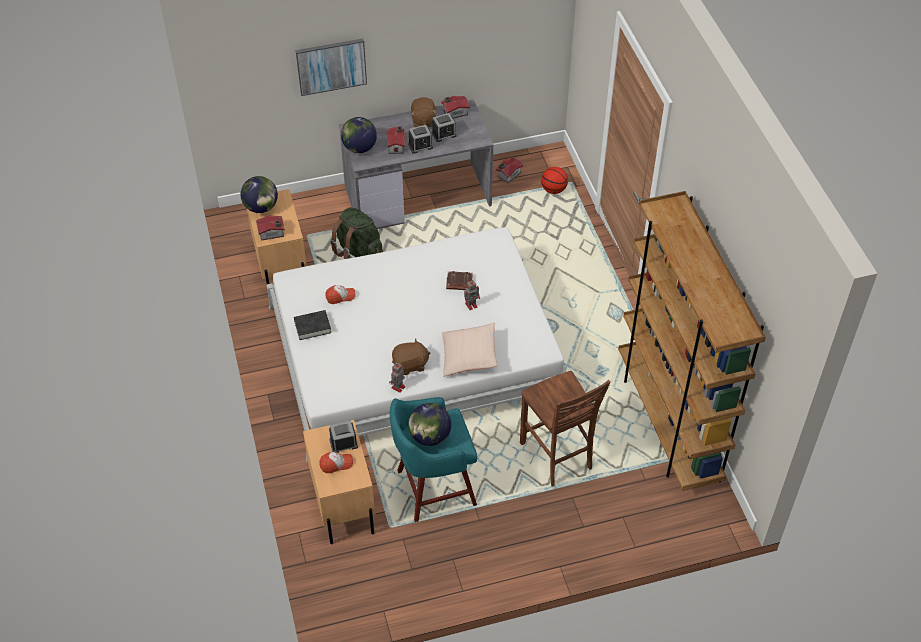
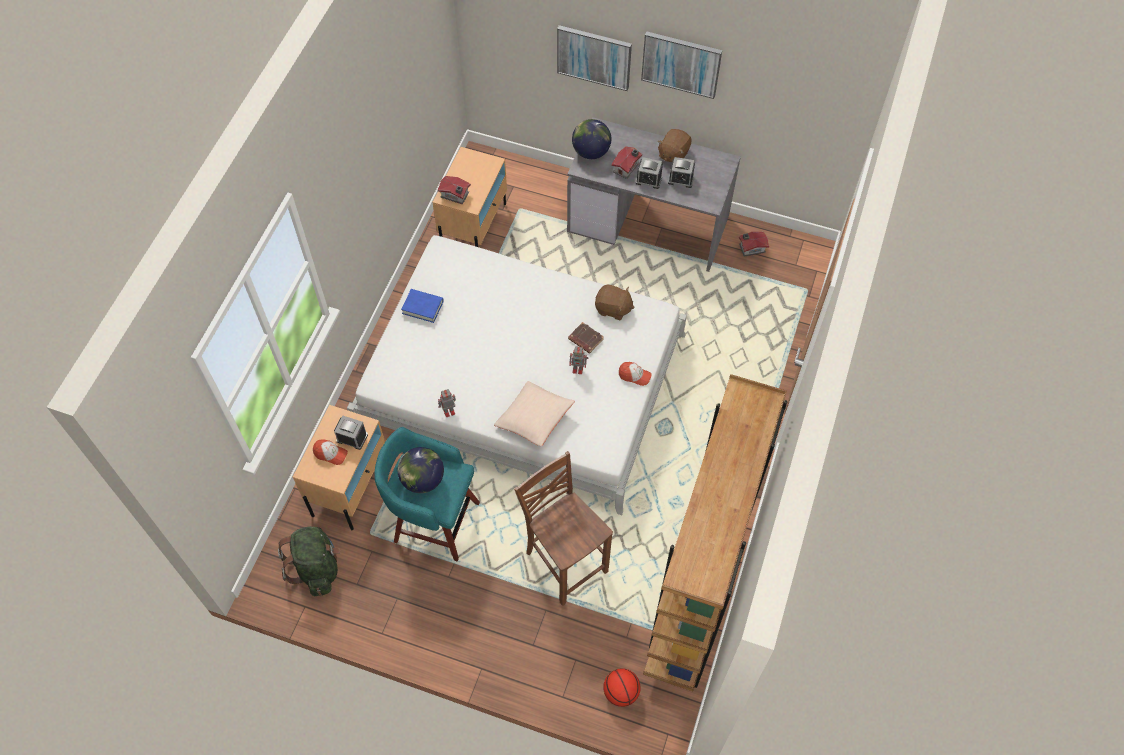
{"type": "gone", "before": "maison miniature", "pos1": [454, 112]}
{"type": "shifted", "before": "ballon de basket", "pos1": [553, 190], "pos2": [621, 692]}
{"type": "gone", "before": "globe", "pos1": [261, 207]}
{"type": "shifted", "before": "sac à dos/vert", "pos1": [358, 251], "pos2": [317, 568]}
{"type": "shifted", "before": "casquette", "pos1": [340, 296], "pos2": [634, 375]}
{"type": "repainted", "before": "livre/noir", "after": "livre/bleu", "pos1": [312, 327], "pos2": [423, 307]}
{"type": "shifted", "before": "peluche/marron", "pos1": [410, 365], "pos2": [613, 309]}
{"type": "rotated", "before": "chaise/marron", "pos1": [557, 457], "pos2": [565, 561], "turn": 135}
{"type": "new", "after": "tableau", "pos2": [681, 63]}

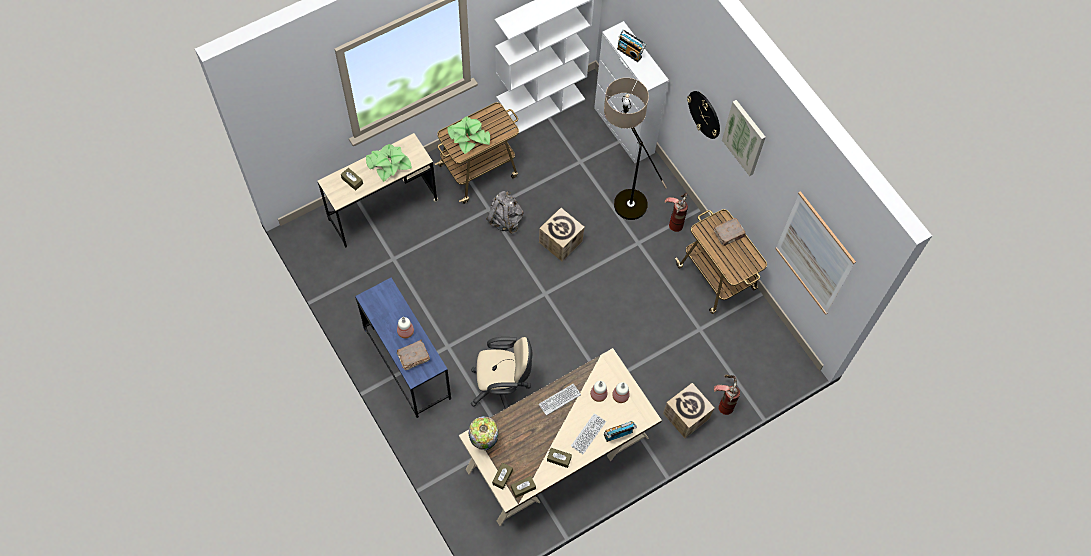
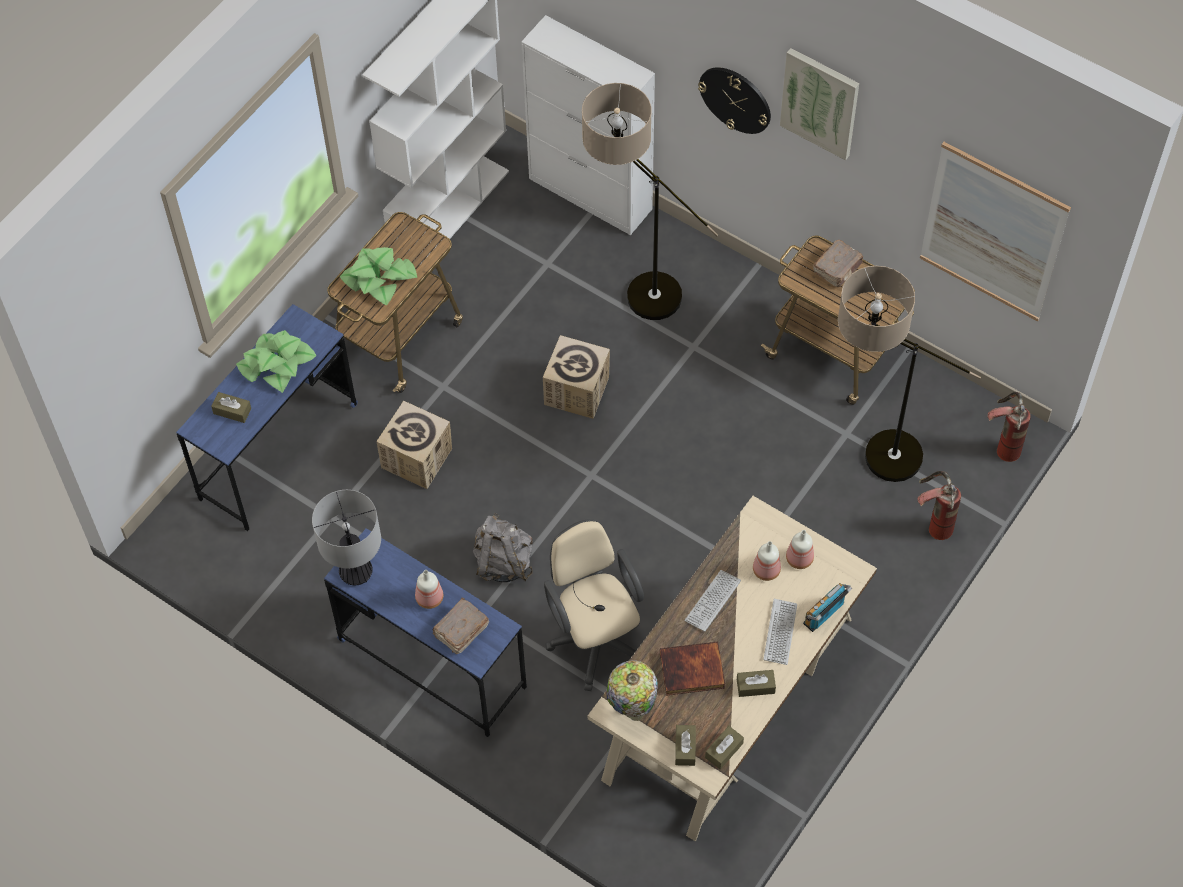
{"type": "gone", "before": "radio", "pos1": [630, 52]}
{"type": "repainted", "before": "bureau/beige", "after": "bureau/bleu", "pos1": [383, 210], "pos2": [278, 451]}
{"type": "shifted", "before": "sac à dos/gris", "pos1": [505, 219], "pos2": [503, 562]}
{"type": "shifted", "before": "extincteur", "pos1": [675, 220], "pos2": [1003, 443]}
{"type": "rotated", "before": "chaise de bureau/beige", "pos1": [502, 387], "pos2": [595, 637], "turn": -90}
{"type": "shifted", "before": "carton", "pos1": [686, 416], "pos2": [417, 458]}
{"type": "new", "after": "lampadaire", "pos2": [870, 456]}
{"type": "new", "after": "lampe de table", "pos2": [356, 573]}
{"type": "new", "after": "livre", "pos2": [691, 671]}

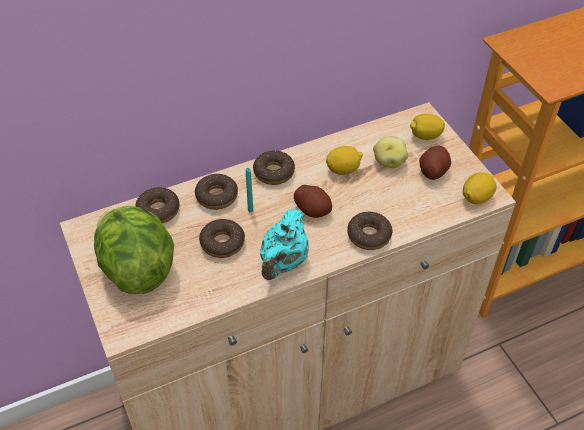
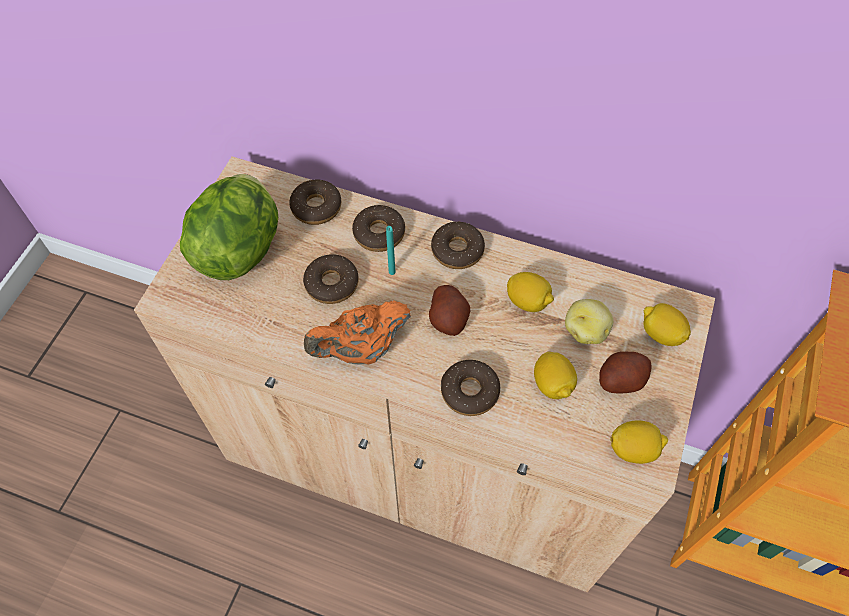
{"type": "repainted", "before": "théière/turquoise", "after": "théière/orange", "pos1": [284, 262], "pos2": [361, 349]}
{"type": "new", "after": "citron", "pos2": [552, 384]}

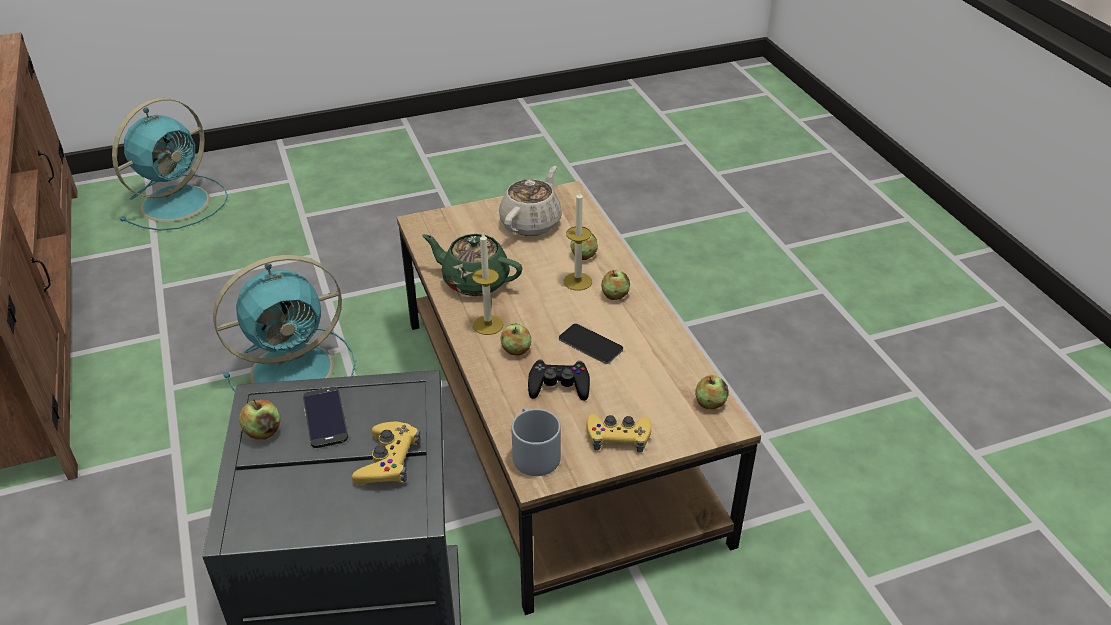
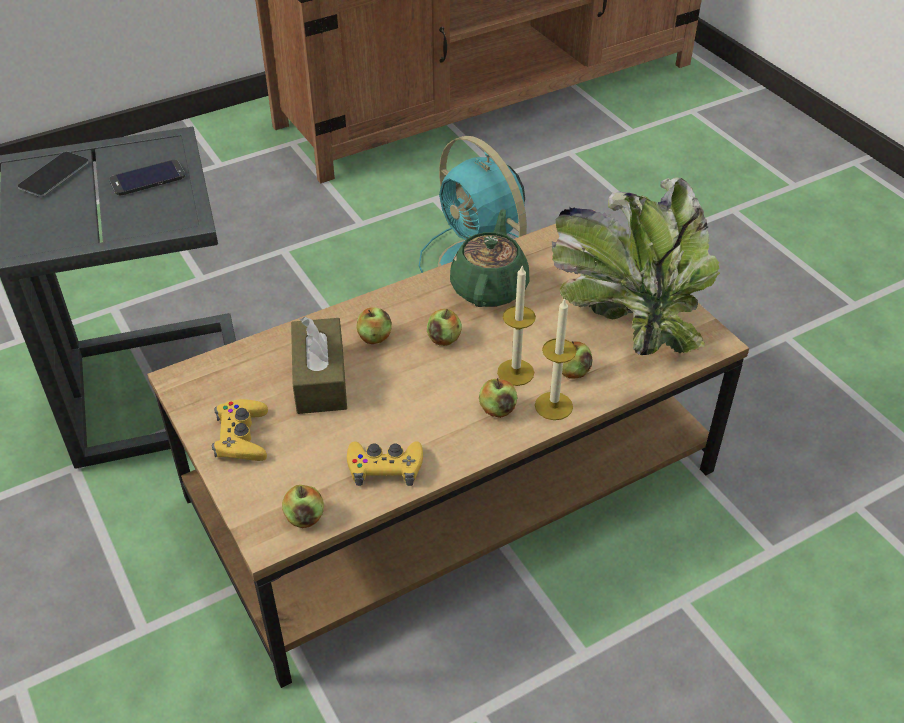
{"type": "gone", "before": "ventilateur/turquoise", "pos1": [178, 202]}
{"type": "swapped", "before": "théière/beige", "after": "plante en pot", "pos1": [531, 223], "pos2": [625, 316]}
{"type": "shifted", "before": "bougie", "pos1": [488, 325], "pos2": [553, 406]}
{"type": "shifted", "before": "téléphone", "pos1": [590, 344], "pos2": [54, 175]}
{"type": "swapped", "before": "manette/noir", "after": "boîte à mouchoirs/marron", "pos1": [559, 385], "pos2": [320, 379]}
{"type": "shifted", "before": "pomme", "pos1": [263, 432], "pos2": [444, 339]}
{"type": "gone", "before": "mug/gris", "pos1": [533, 452]}
{"type": "shifted", "before": "manette/jaune", "pos1": [388, 460], "pos2": [385, 467]}

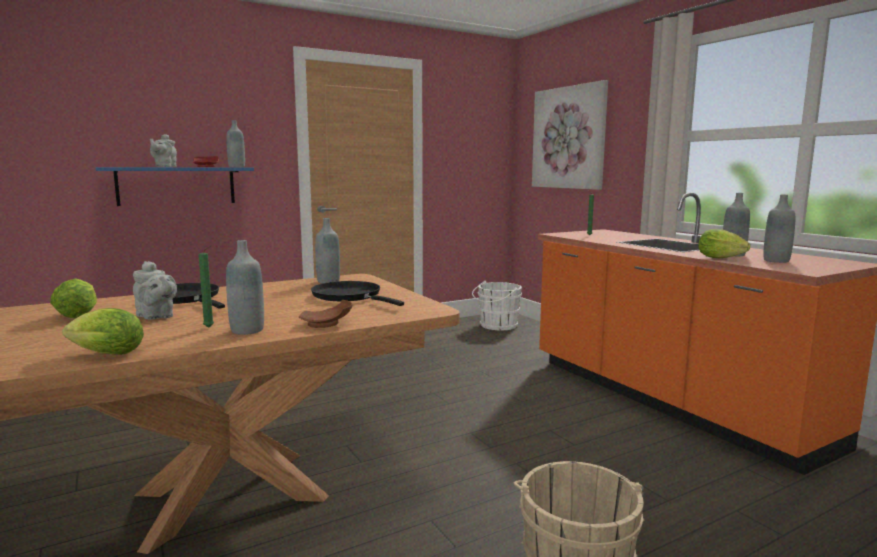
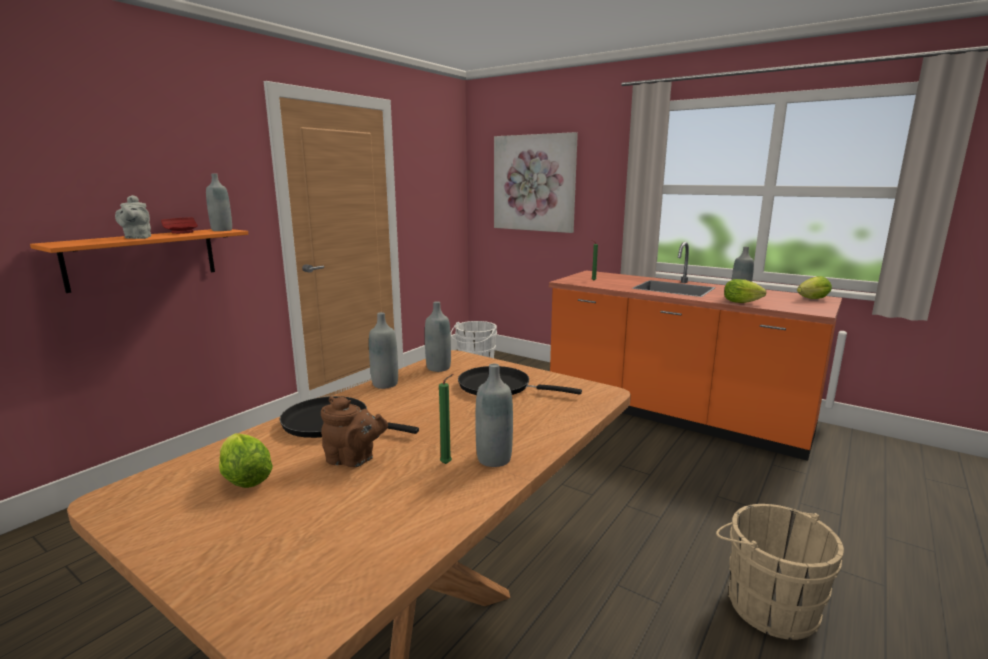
{"type": "repainted", "before": "étagère/bleu", "after": "étagère/orange", "pos1": [176, 186], "pos2": [143, 258]}
{"type": "shifted", "before": "bouteille/gris", "pos1": [776, 261], "pos2": [385, 384]}
{"type": "repainted", "before": "théière/gris", "after": "théière/marron", "pos1": [156, 316], "pos2": [353, 460]}
{"type": "gone", "before": "assiette/marron", "pos1": [327, 324]}
{"type": "shifted", "before": "laitue", "pos1": [103, 354], "pos2": [811, 299]}

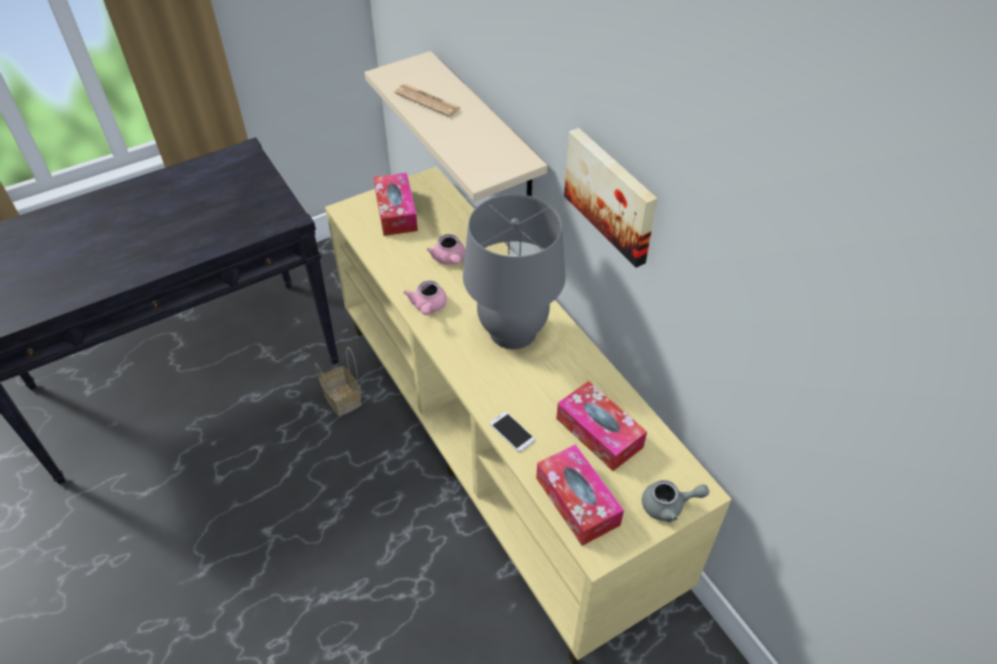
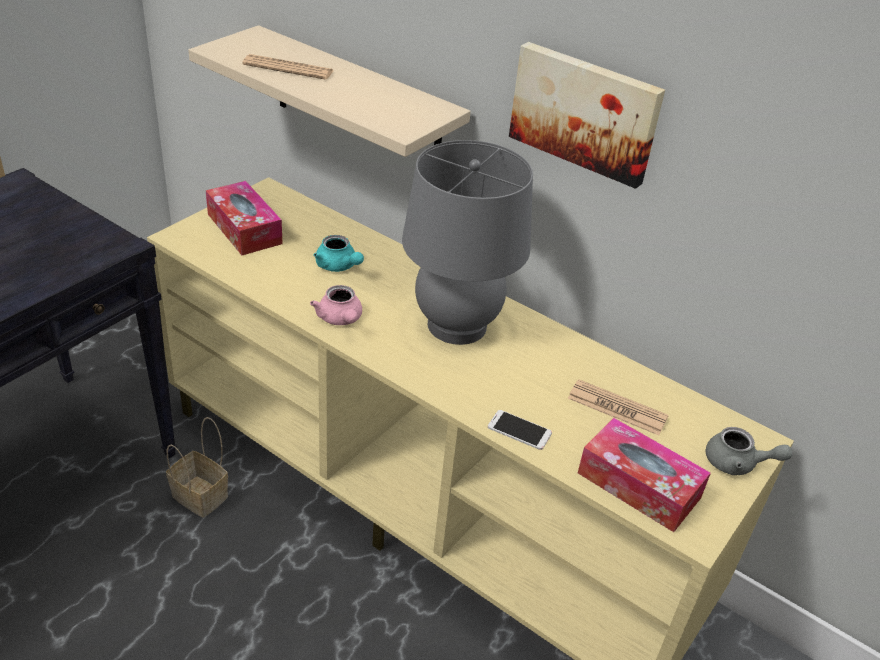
{"type": "repainted", "before": "théière/rose", "after": "théière/turquoise", "pos1": [449, 259], "pos2": [338, 266]}
{"type": "swapped", "before": "boîte à mouchoirs", "after": "journal", "pos1": [599, 433], "pos2": [617, 408]}
{"type": "rotated", "before": "théière/gris", "pos1": [669, 506], "pos2": [737, 464], "turn": 45}

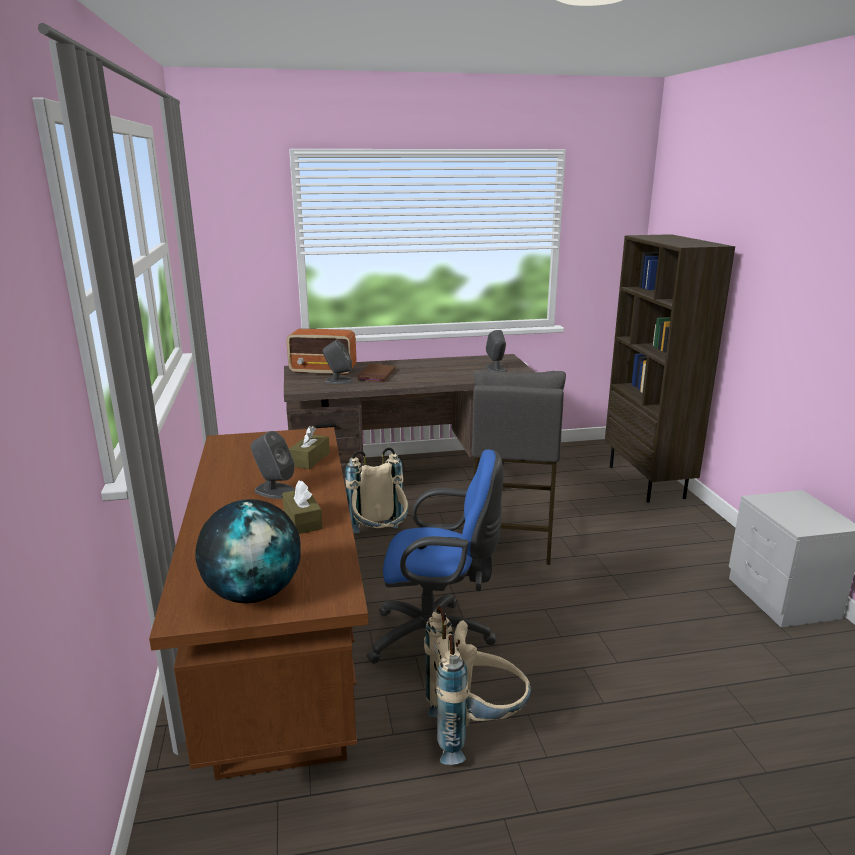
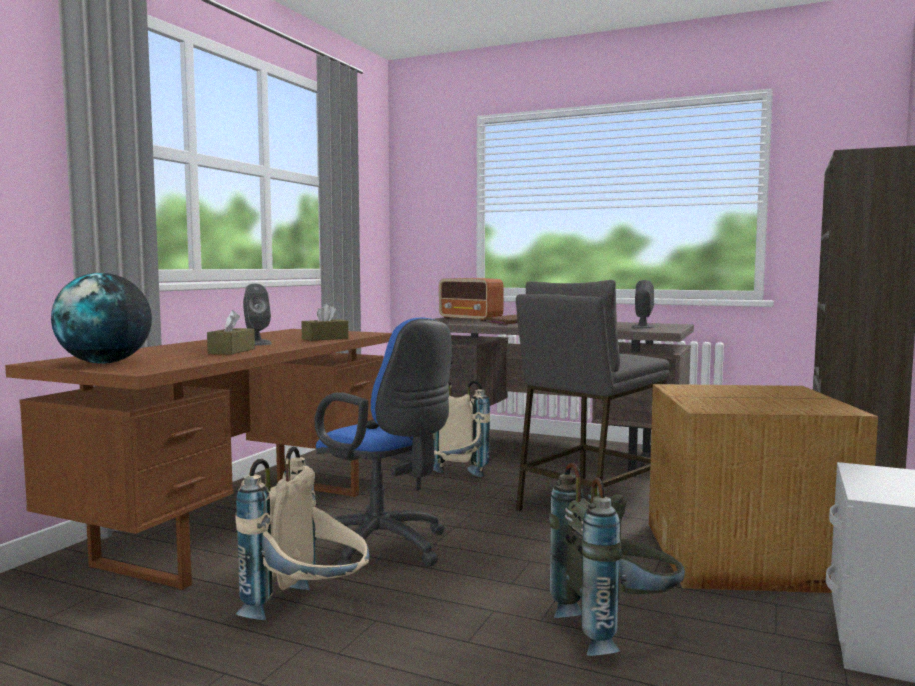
{"type": "gone", "before": "enceinte/gris", "pos1": [338, 381]}
{"type": "new", "after": "carton", "pos2": [748, 556]}
{"type": "new", "after": "sac à dos/gris", "pos2": [616, 630]}

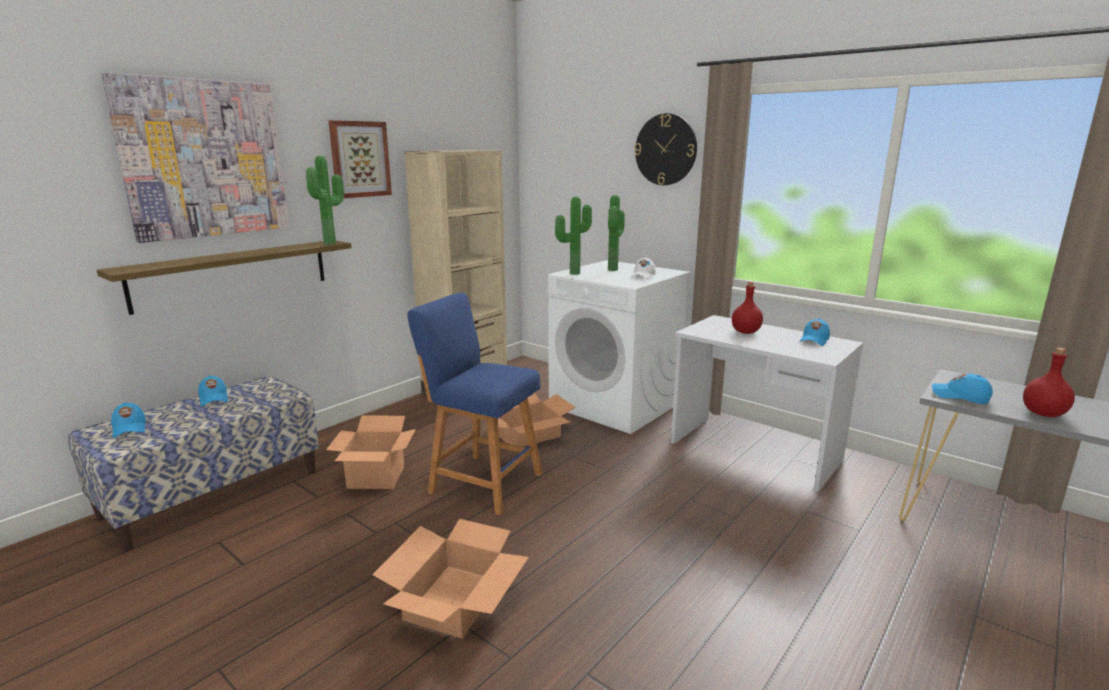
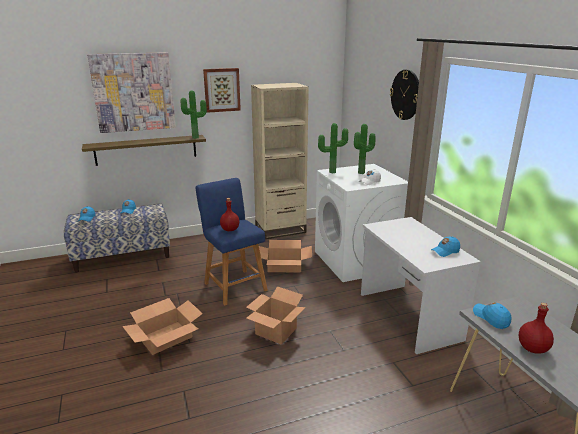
{"type": "shifted", "before": "bouteille/rouge", "pos1": [745, 332], "pos2": [230, 229]}
{"type": "shifted", "before": "carton", "pos1": [377, 477], "pos2": [276, 331]}

